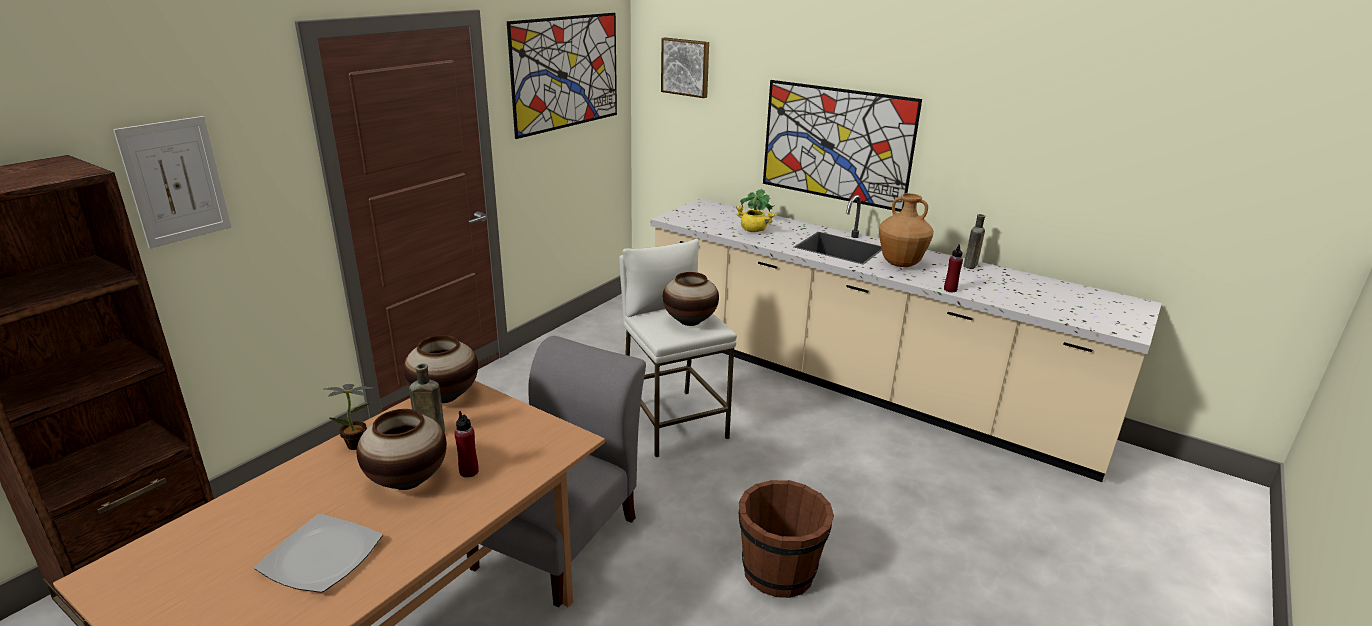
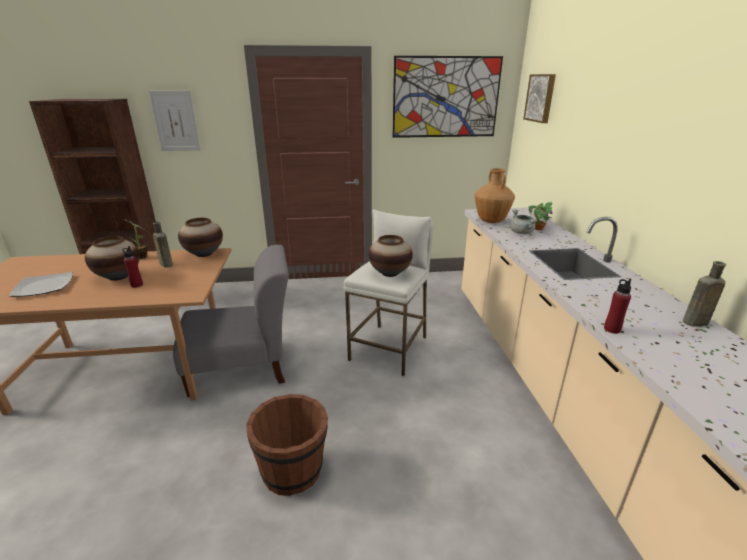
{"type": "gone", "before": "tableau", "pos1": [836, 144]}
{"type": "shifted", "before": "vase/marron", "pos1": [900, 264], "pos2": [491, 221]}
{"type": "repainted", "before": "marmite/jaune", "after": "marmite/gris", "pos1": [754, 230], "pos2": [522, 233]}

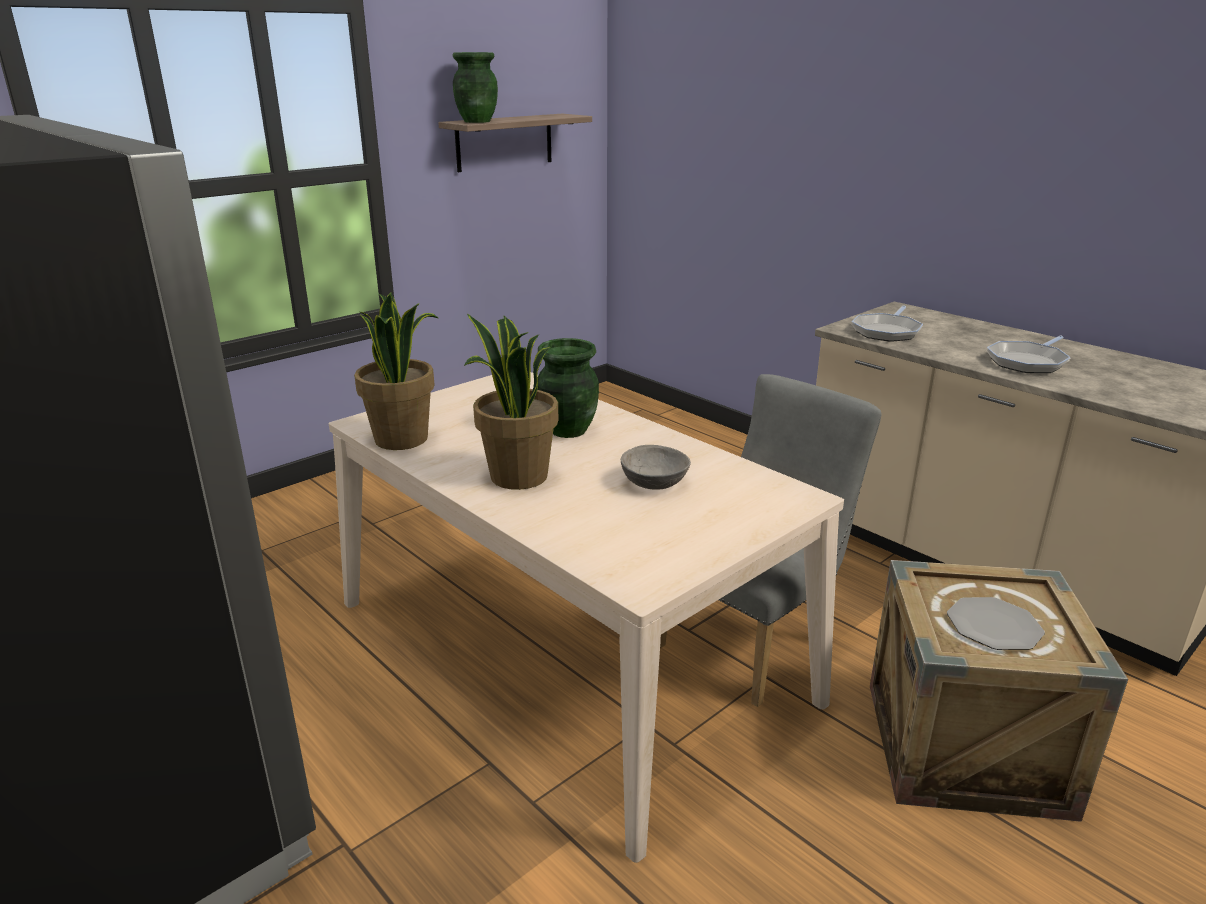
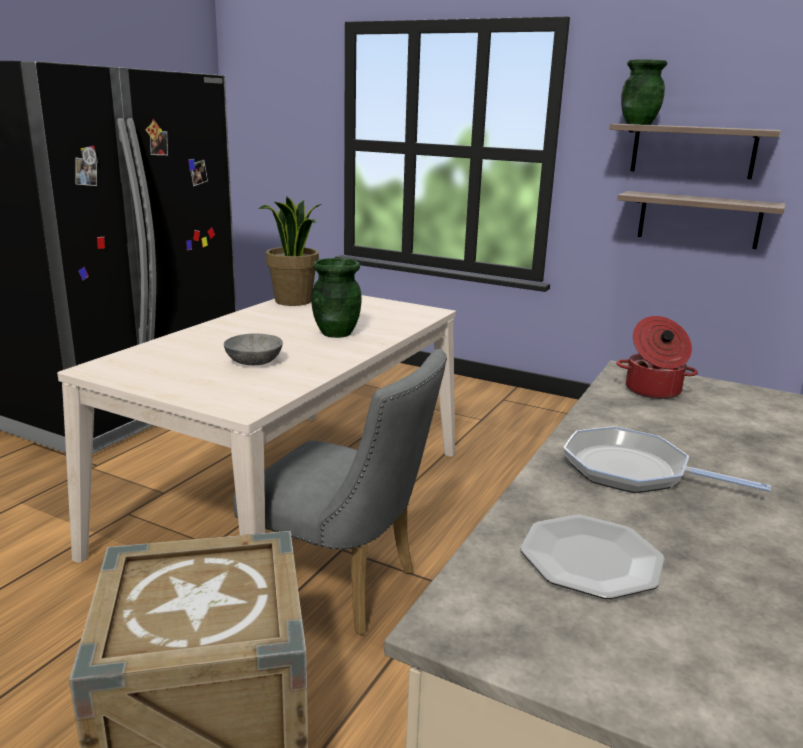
{"type": "swapped", "before": "poêle", "after": "marmite", "pos1": [887, 331], "pos2": [652, 391]}
{"type": "gone", "before": "plante en pot", "pos1": [517, 476]}
{"type": "shifted", "before": "assiette", "pos1": [994, 626], "pos2": [591, 559]}
{"type": "new", "after": "étagère", "pos2": [699, 220]}

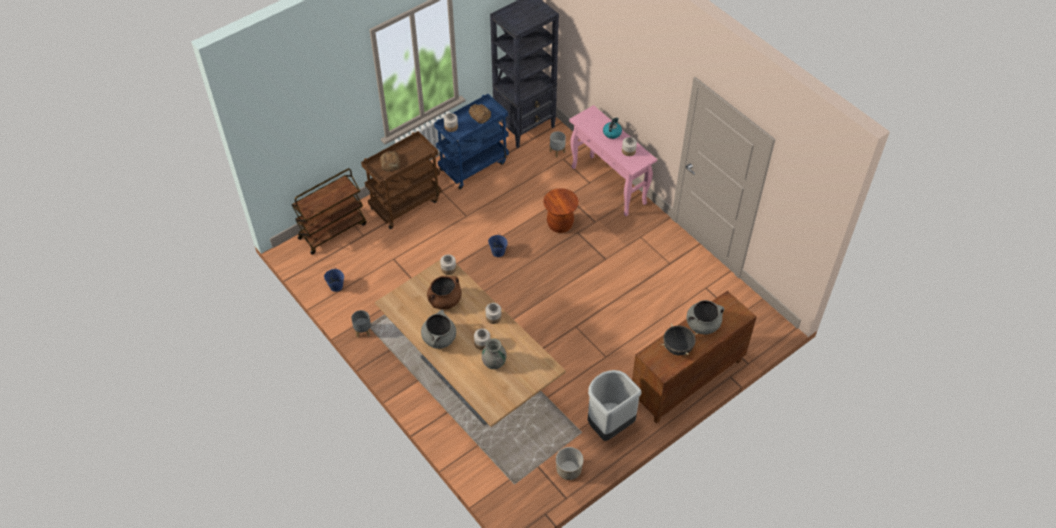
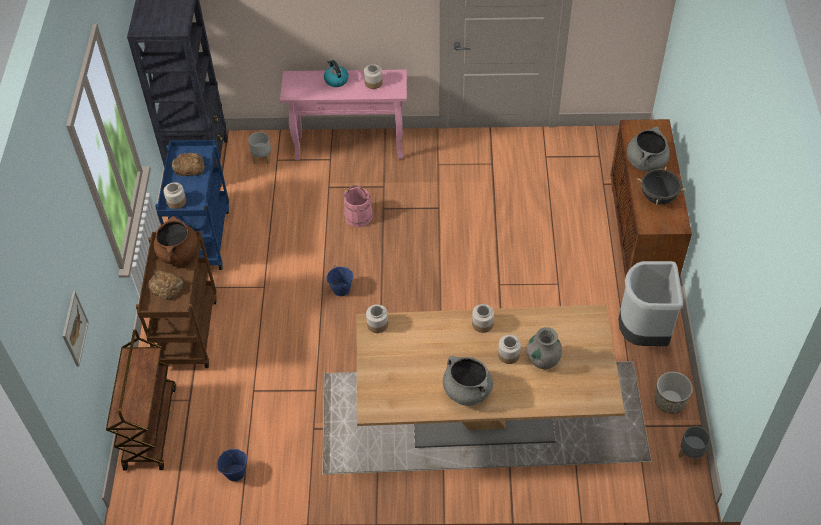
{"type": "swapped", "before": "tabouret/marron", "after": "seau/rose", "pos1": [560, 224], "pos2": [358, 216]}
{"type": "shifted", "before": "marmite/marron", "pos1": [444, 301], "pos2": [178, 253]}
{"type": "shifted", "before": "cache-pot/gris", "pos1": [363, 331], "pos2": [691, 454]}
{"type": "new", "after": "tableau", "pos2": [74, 328]}

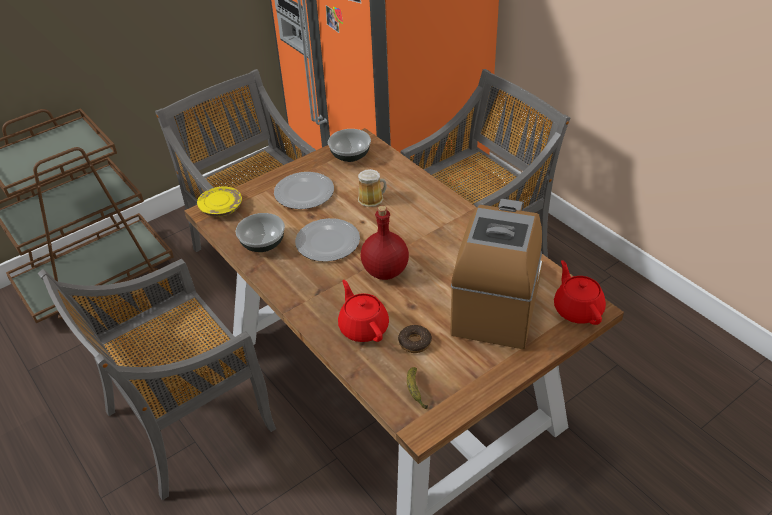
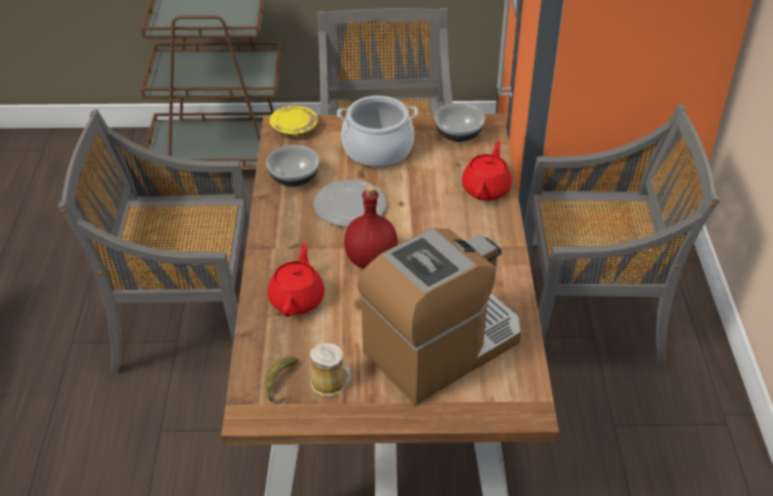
{"type": "shifted", "before": "mug", "pos1": [372, 199], "pos2": [331, 383]}
{"type": "swapped", "before": "assiette", "after": "marmite", "pos1": [304, 193], "pos2": [378, 150]}
{"type": "shifted", "before": "théière/rouge", "pos1": [577, 309], "pos2": [486, 188]}
{"type": "gone", "before": "beignet", "pos1": [414, 342]}

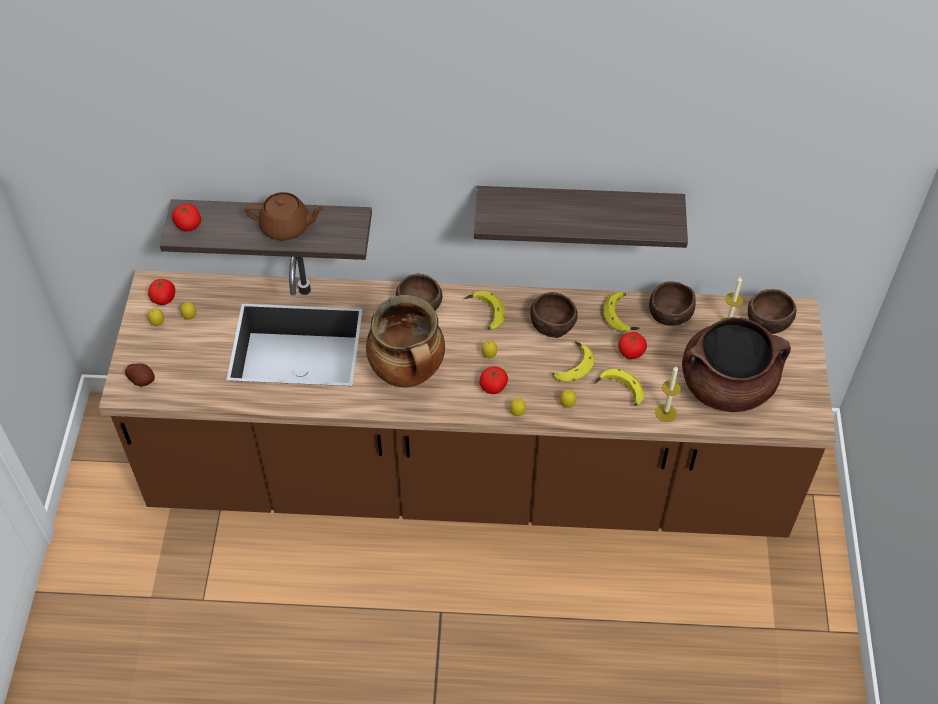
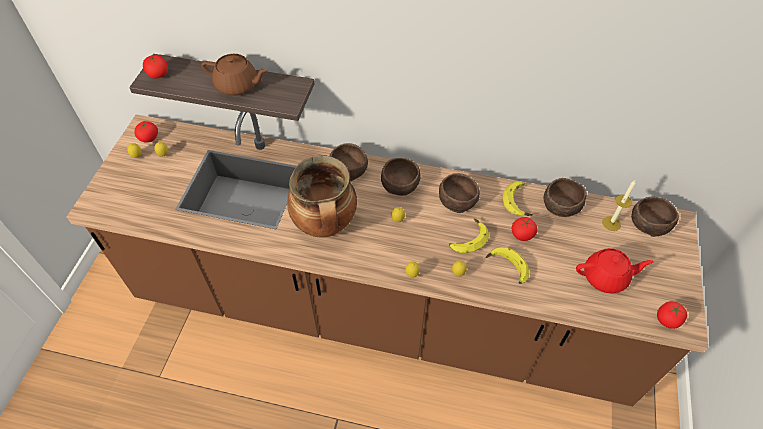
{"type": "gone", "before": "étagère", "pos1": [578, 213]}
{"type": "swapped", "before": "banane", "after": "bol/marron", "pos1": [484, 314], "pos2": [401, 184]}
{"type": "swapped", "before": "marmite/marron", "after": "théière/rouge", "pos1": [726, 385], "pos2": [606, 277]}
{"type": "gone", "before": "pomme de terre", "pos1": [142, 380]}
{"type": "shifted", "before": "tomate", "pos1": [493, 386], "pos2": [667, 320]}
{"type": "gone", "before": "bougie", "pos1": [666, 413]}

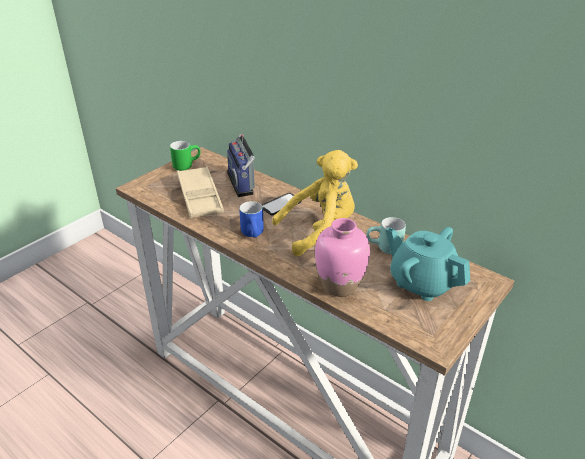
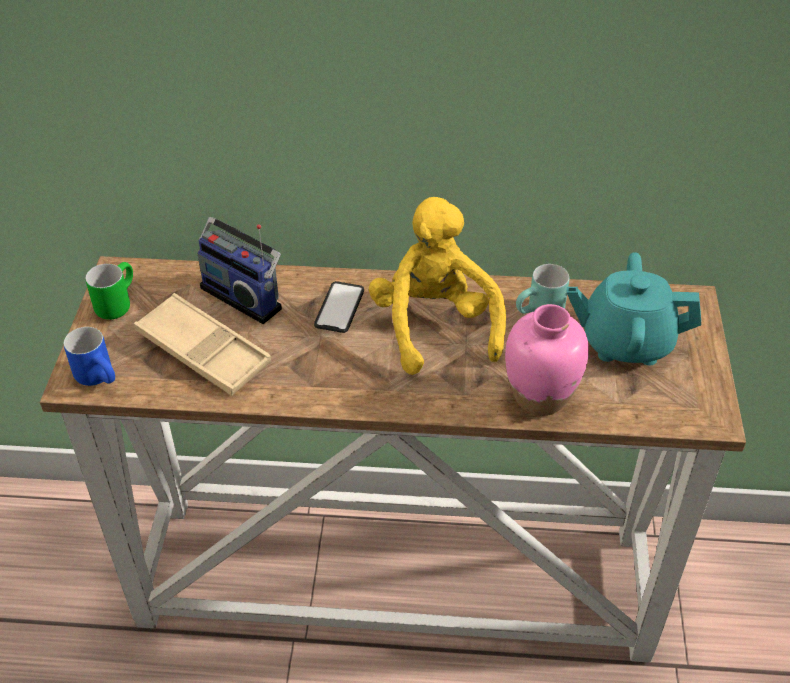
{"type": "rotated", "before": "peluche/jaune", "pos1": [319, 231], "pos2": [434, 326], "turn": -45}
{"type": "shifted", "before": "mug/bleu", "pos1": [254, 234], "pos2": [101, 377]}

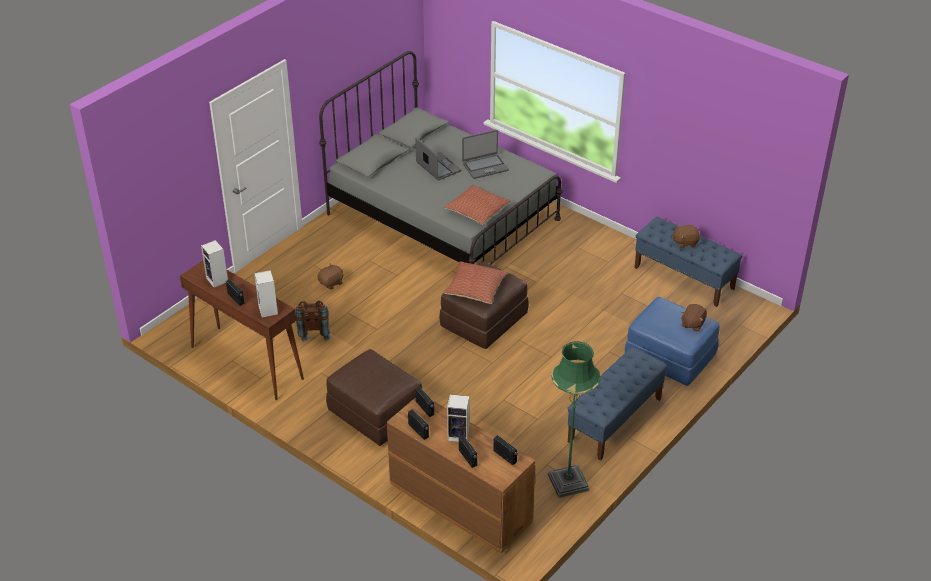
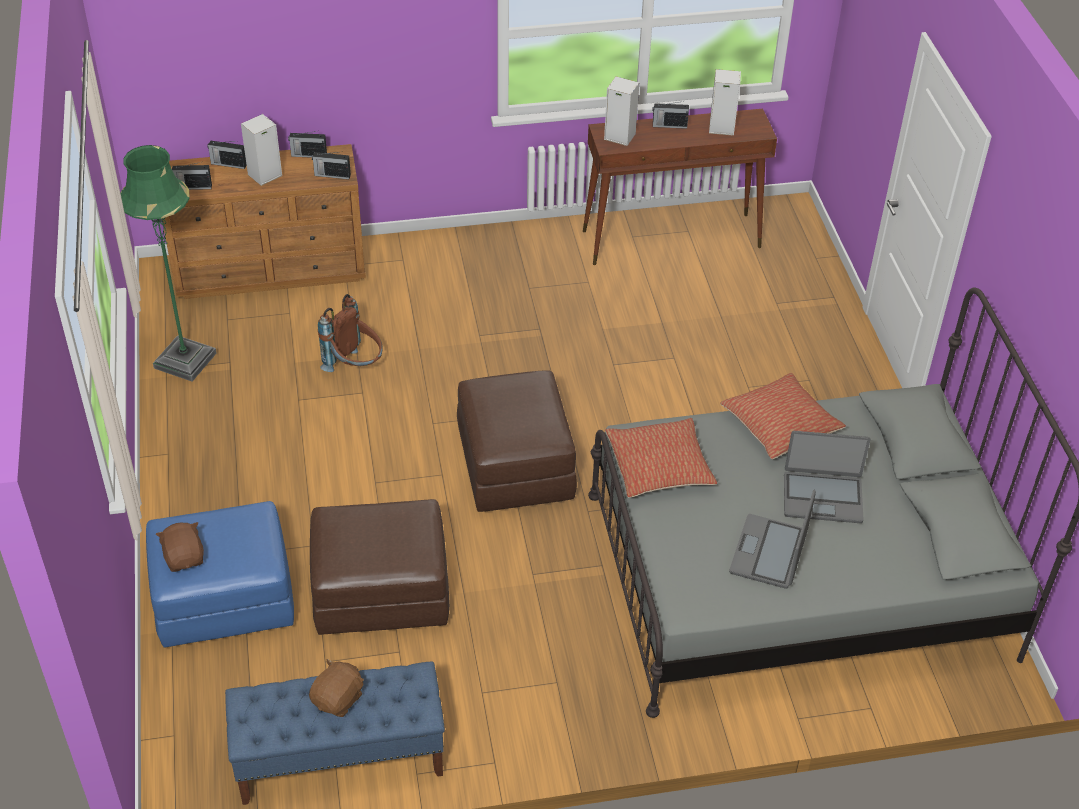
{"type": "shifted", "before": "coussin", "pos1": [475, 289], "pos2": [780, 426]}
{"type": "gone", "before": "peluche/marron", "pos1": [331, 283]}
{"type": "shifted", "before": "sac à dos/marron", "pos1": [314, 331], "pos2": [355, 367]}
{"type": "gone", "before": "banc/bleu", "pos1": [614, 420]}
{"type": "shifted", "before": "pouf/marron", "pos1": [375, 413], "pos2": [382, 591]}

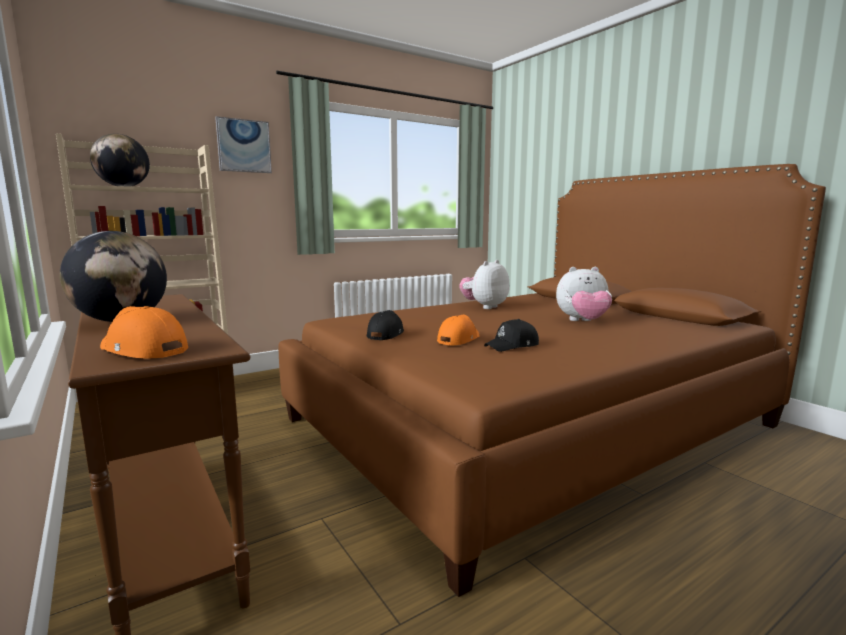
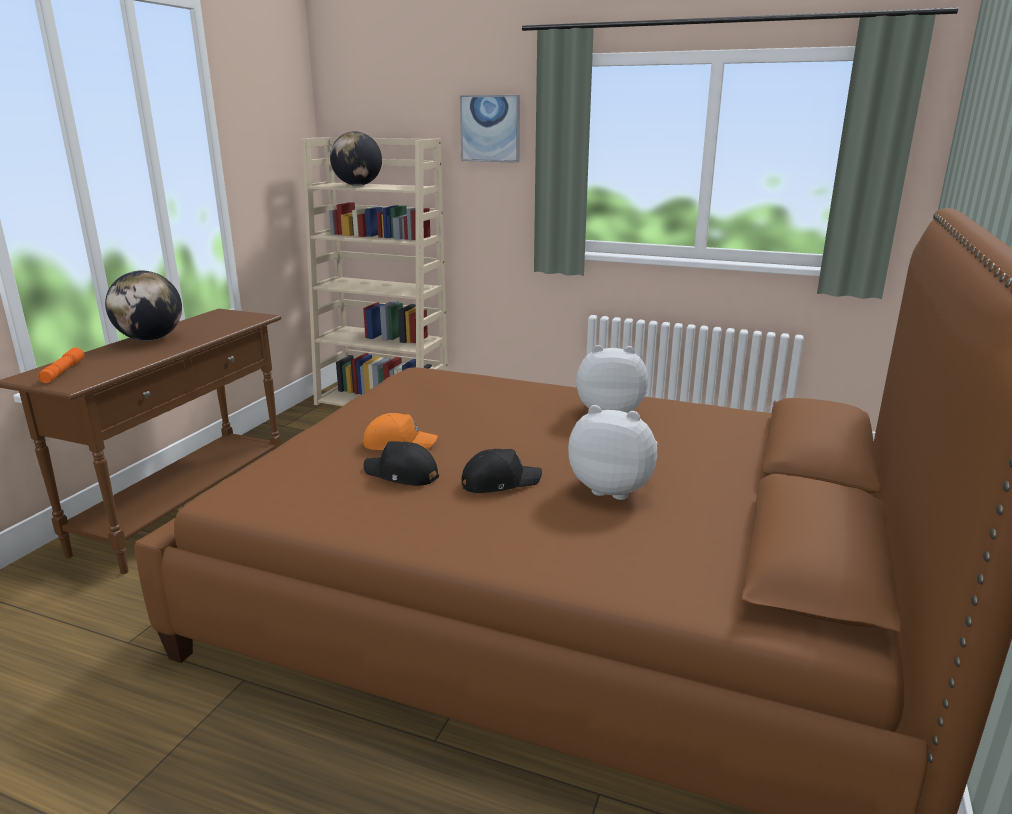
{"type": "rotated", "before": "peluche", "pos1": [583, 321], "pos2": [613, 488], "turn": 150}
{"type": "swapped", "before": "casquette/orange", "after": "lampe de poche/orange", "pos1": [142, 350], "pos2": [63, 372]}
{"type": "shifted", "before": "casquette/noir", "pos1": [385, 334], "pos2": [499, 482]}

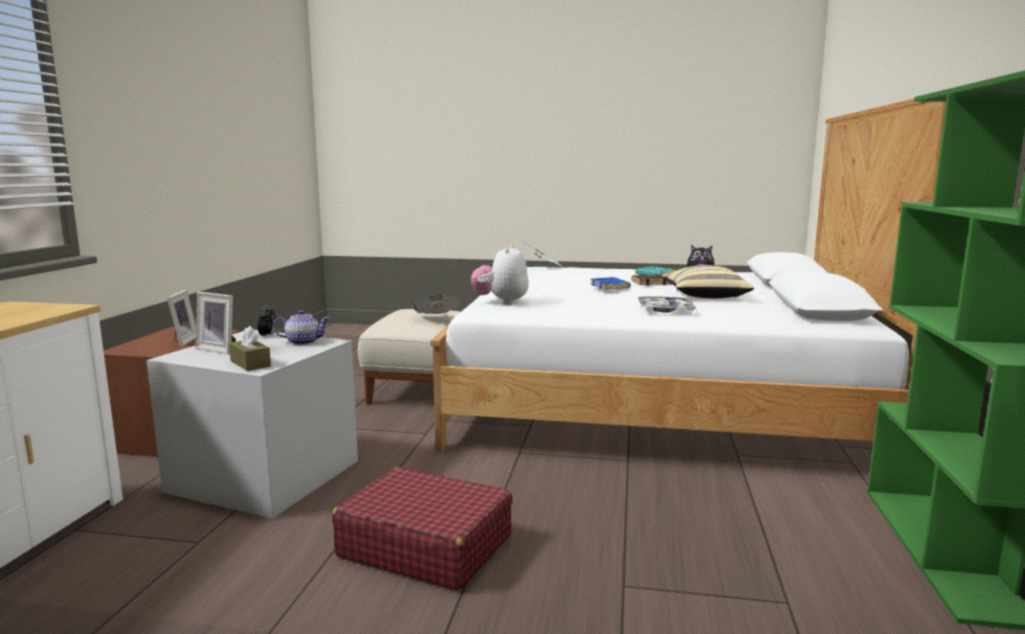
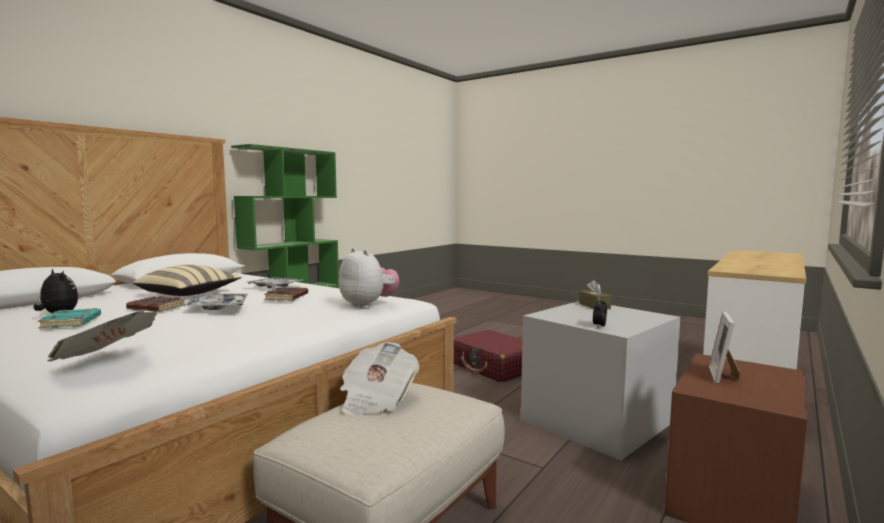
{"type": "rotated", "before": "peluche", "pos1": [501, 302], "pos2": [368, 305], "turn": -75}
{"type": "swapped", "before": "livre/bleu", "after": "plateau", "pos1": [610, 287], "pos2": [217, 307]}
{"type": "gone", "before": "cadre photo", "pos1": [220, 349]}
{"type": "gone", "before": "théière", "pos1": [302, 342]}
{"type": "new", "after": "livre/marron", "pos2": [287, 297]}

